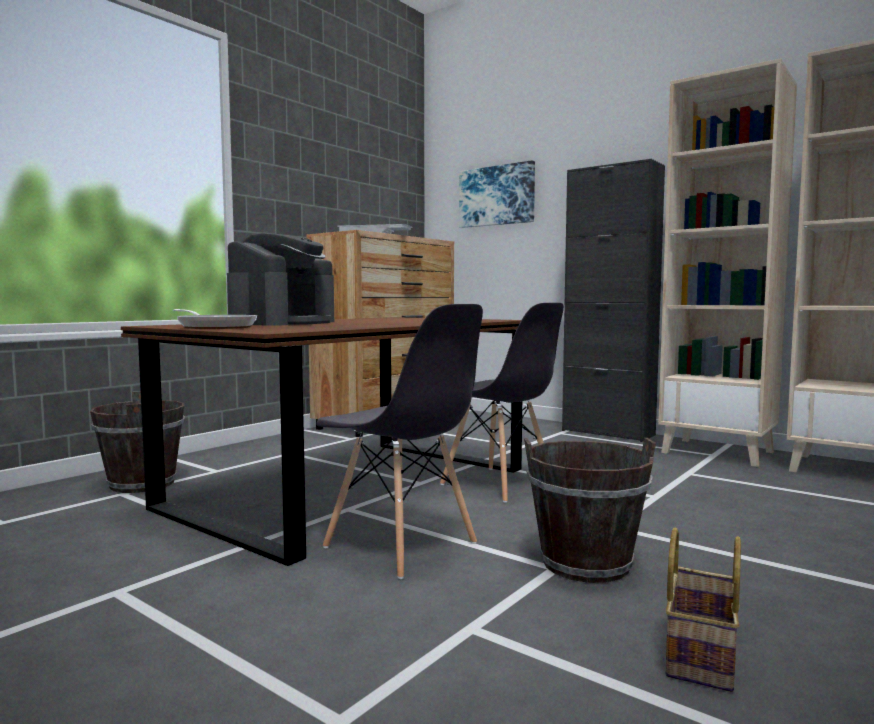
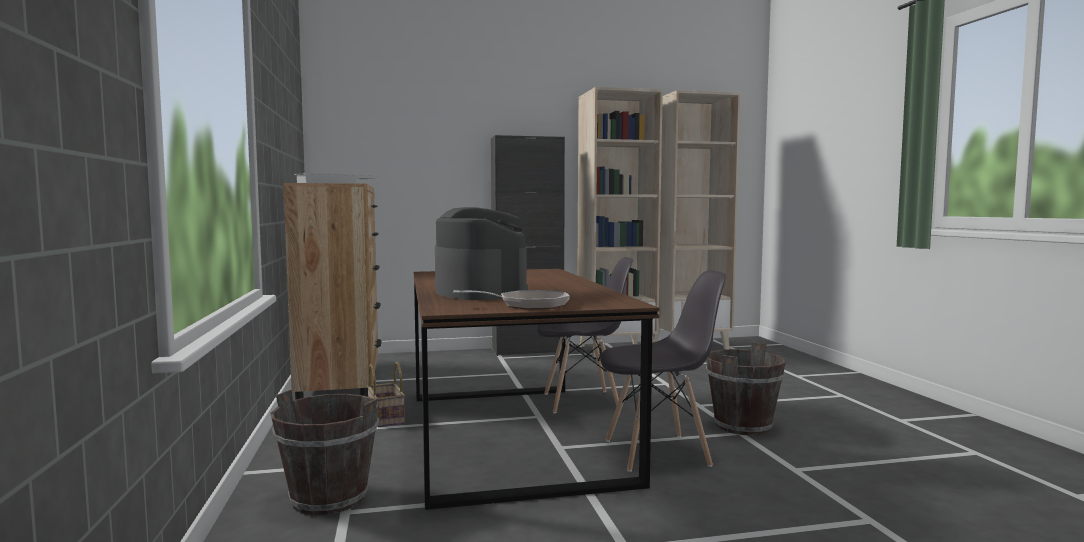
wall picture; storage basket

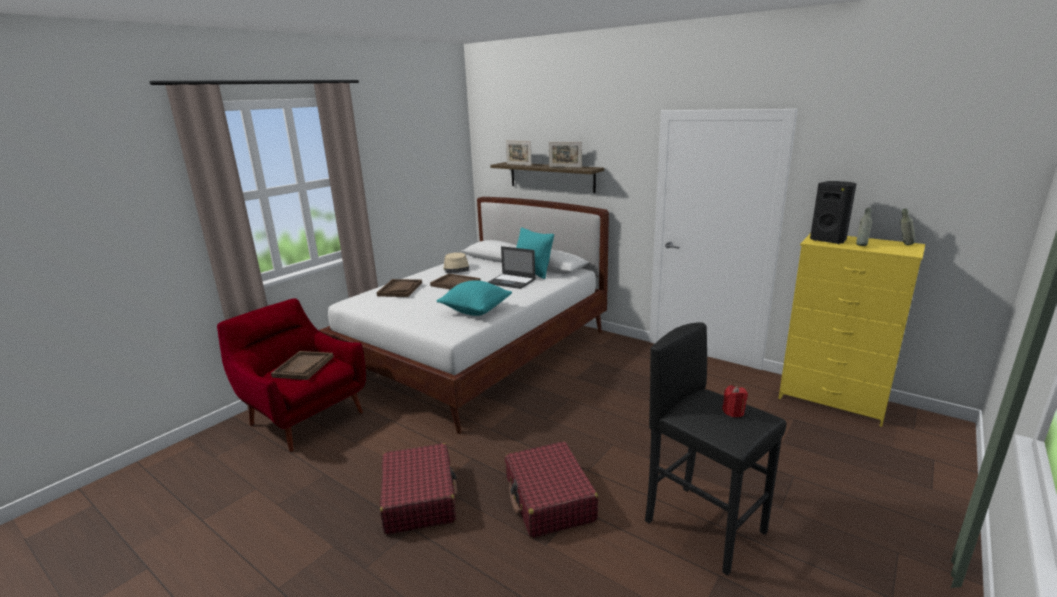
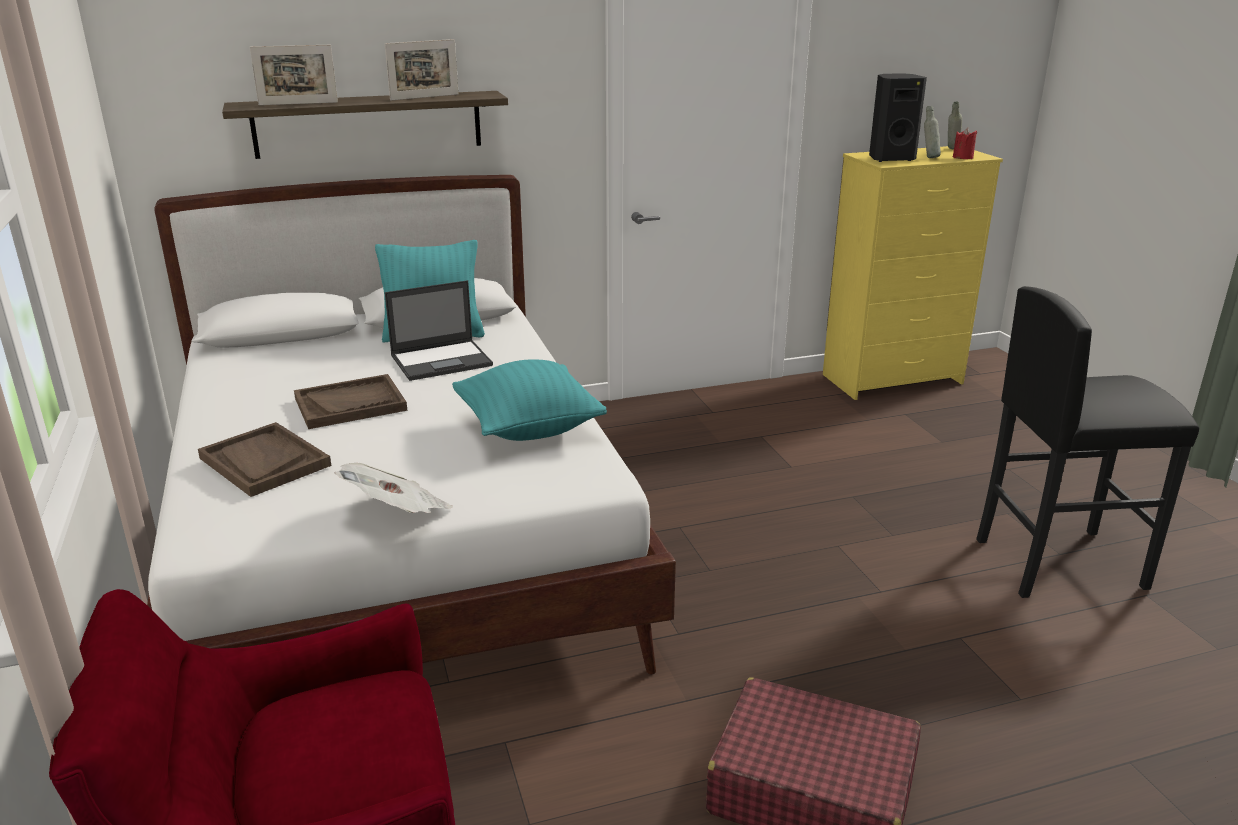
brown-coloured tray (1st from left in the first image); beige-coloured hat; red-coloured travel case (2nd from left in the first image); red-coloured candle; daily paper

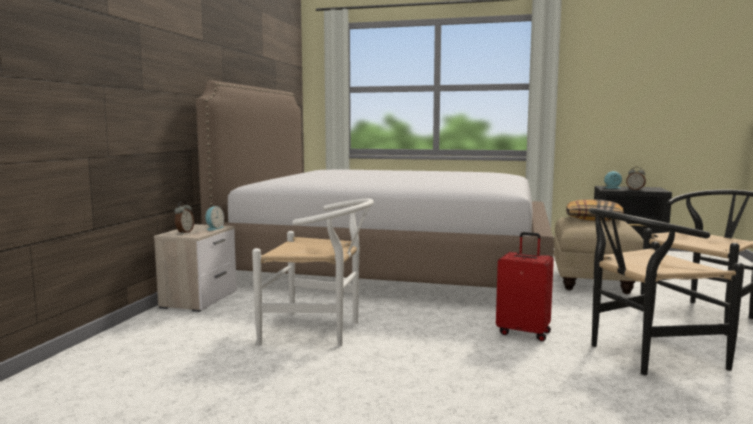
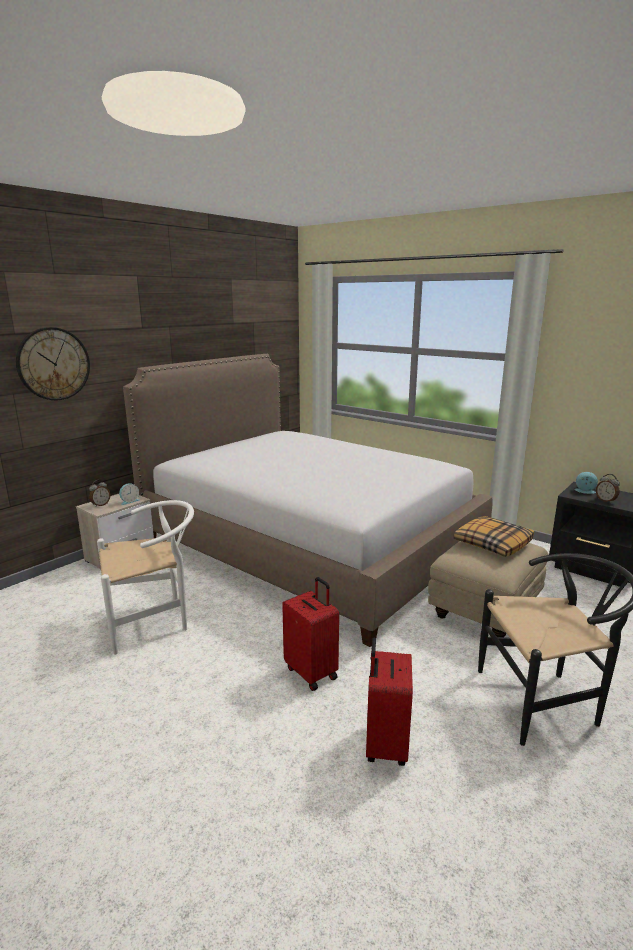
white-coloured upright chair; red-coloured travel case (2nd from left); wall clock

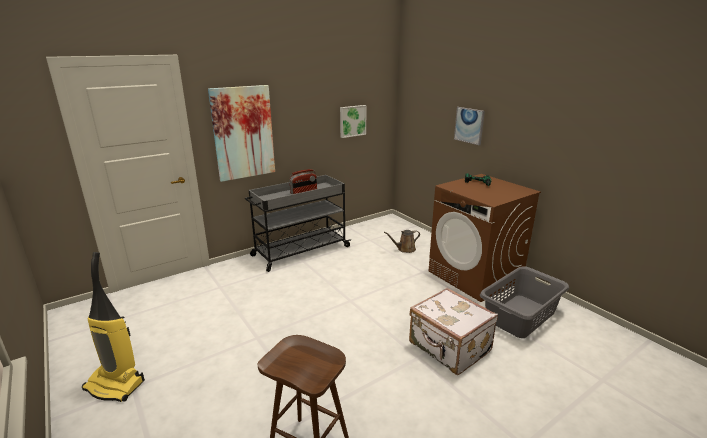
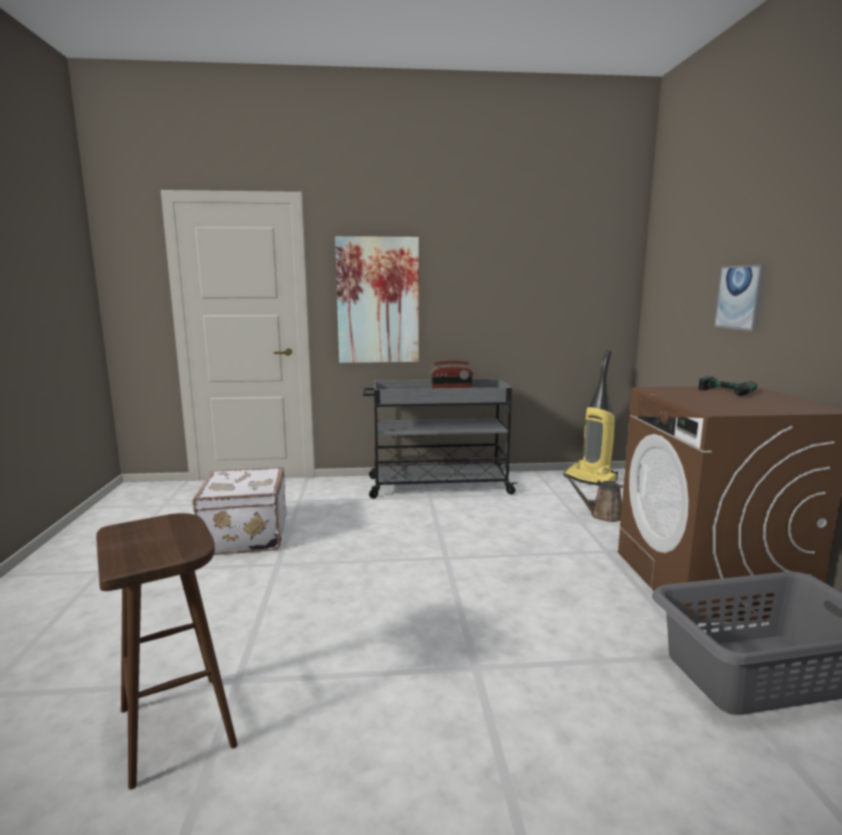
vacuum cleaner; wall picture (2nd from left in the first image); white-coloured travel case

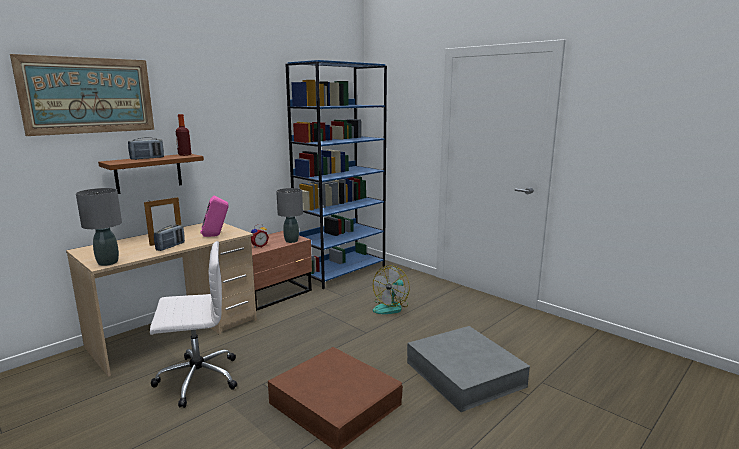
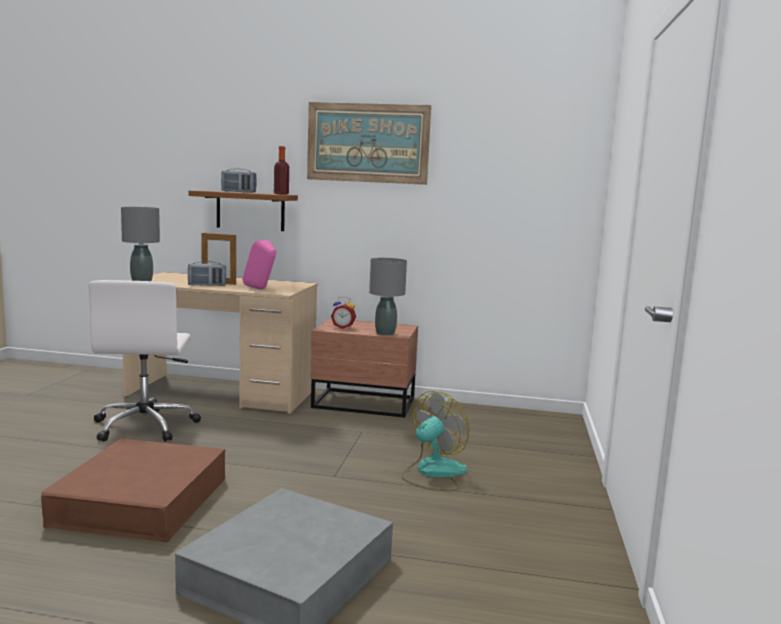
wall picture; white-coloured computer chair; bluish bookcase; cooling fan

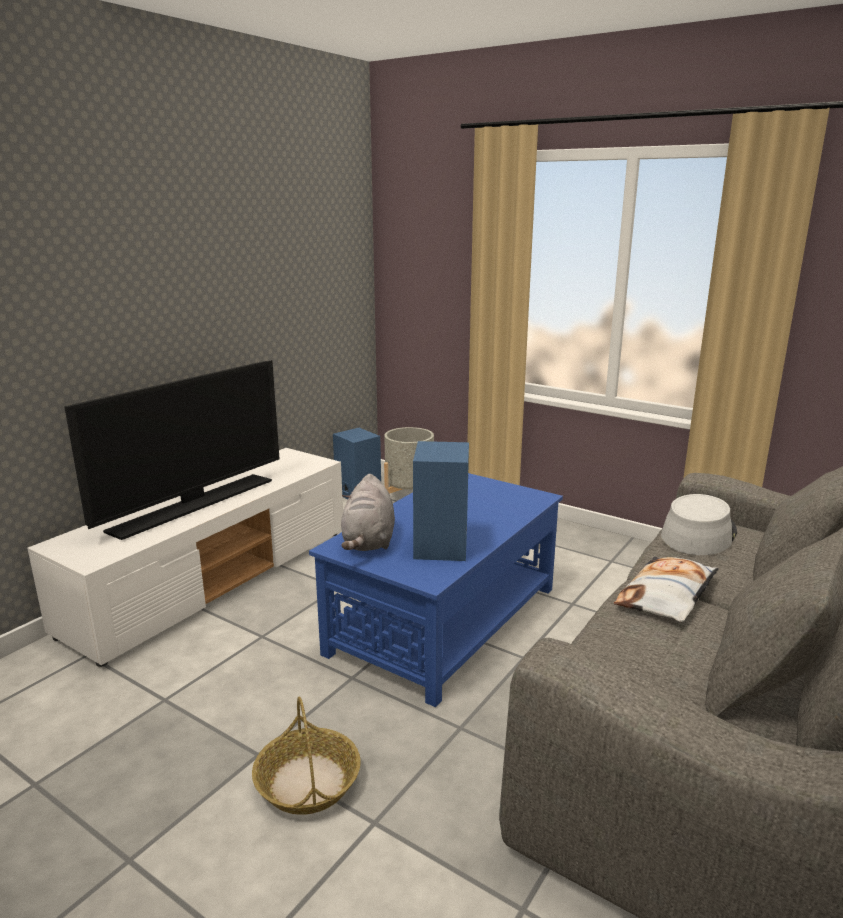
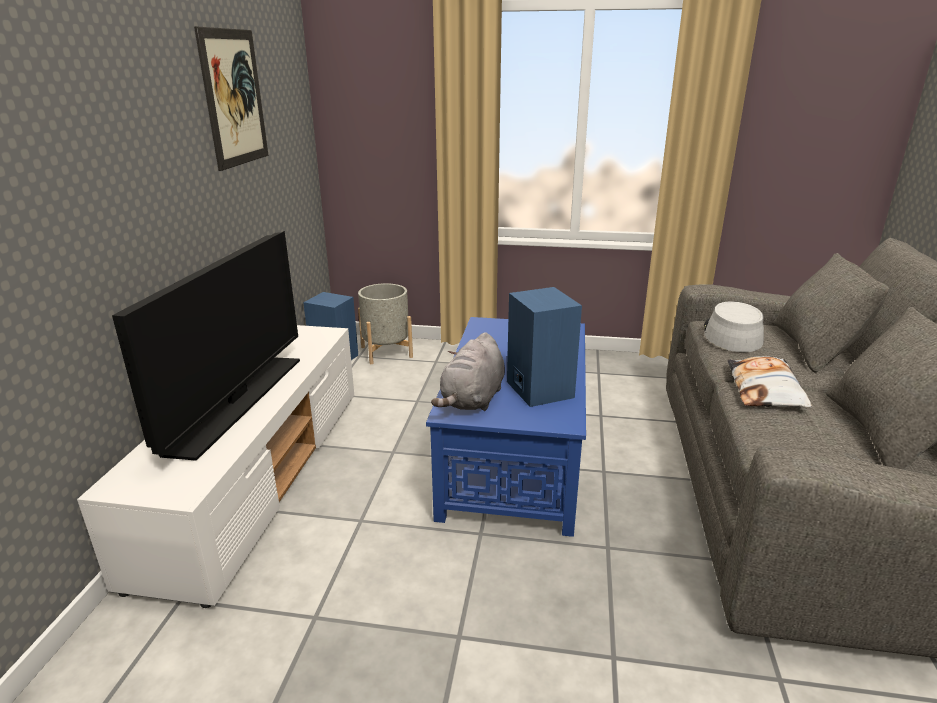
storage basket; greyish plush toy; wall picture

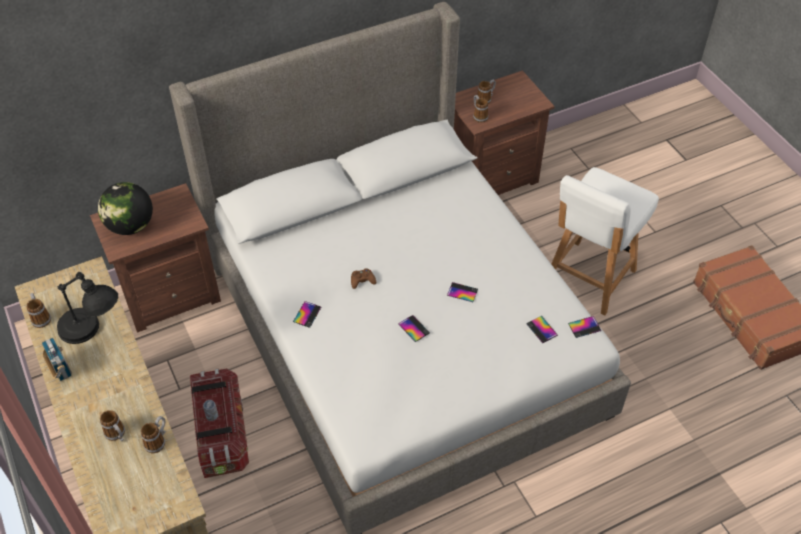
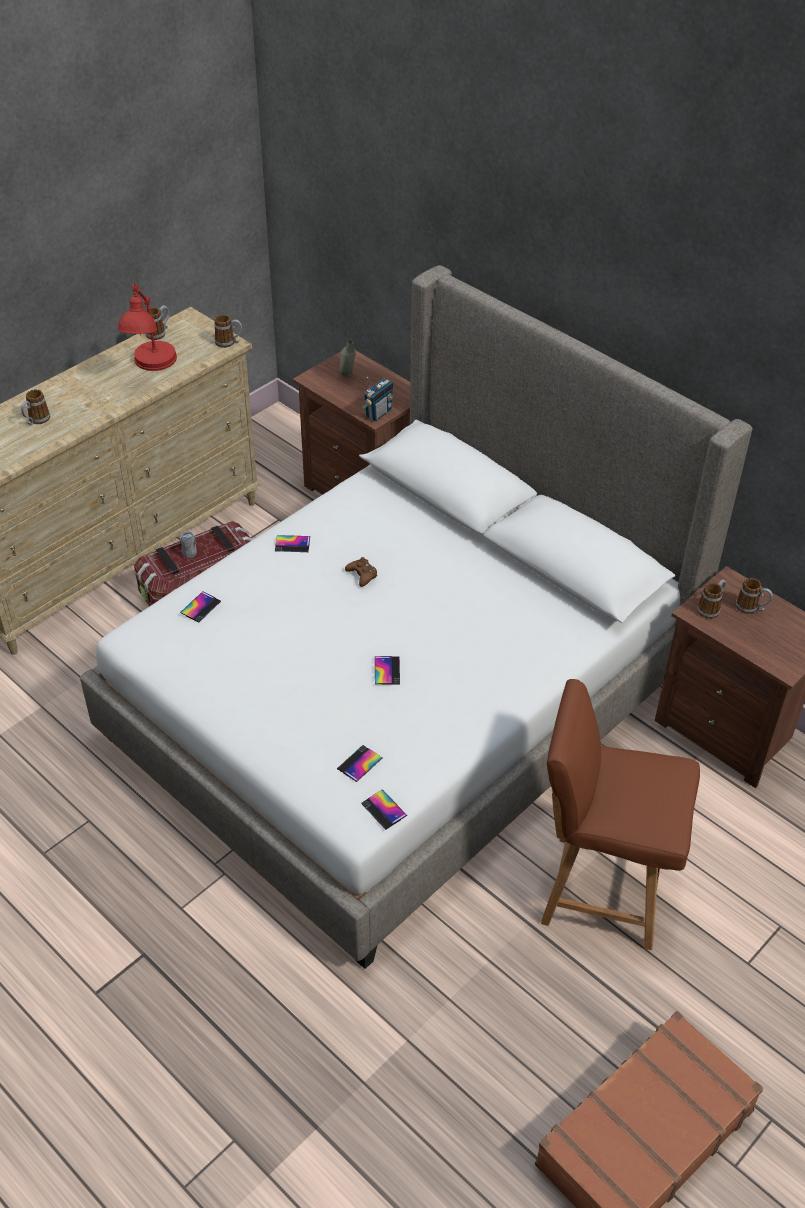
radio set; red-coloured lamp for a table; greyish beverage bottle; coffee mug (3rd from left); phone (1st from left); brown-coloured upright chair

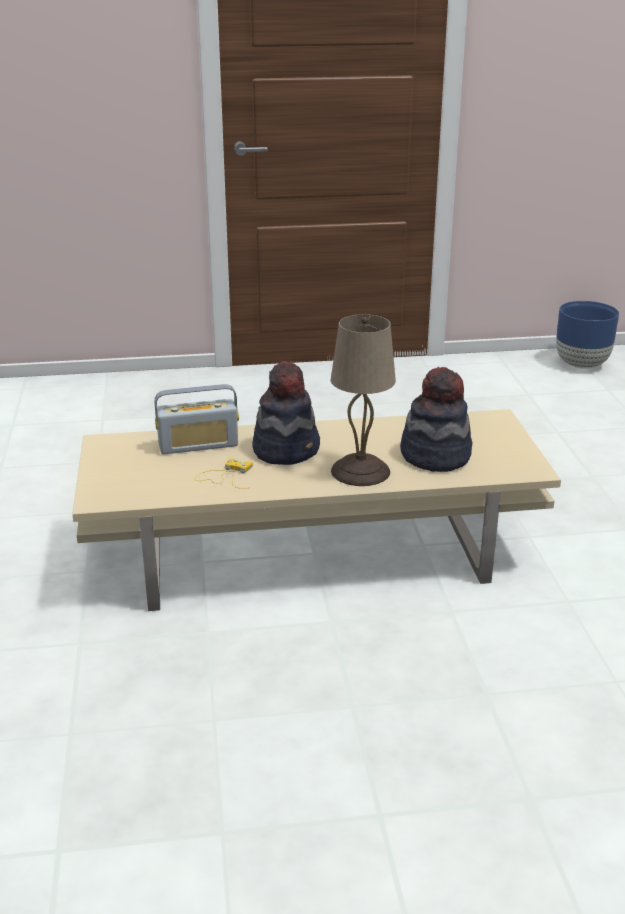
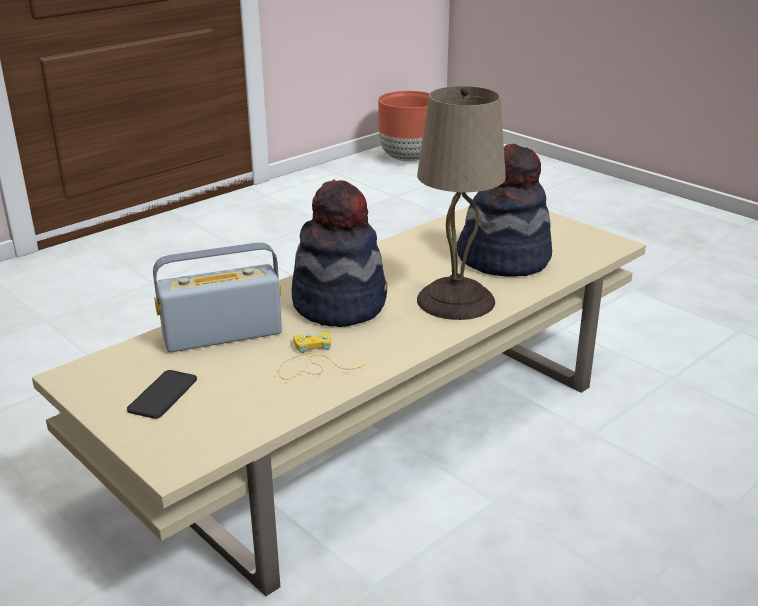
radio set; brown-coloured flower pot; phone

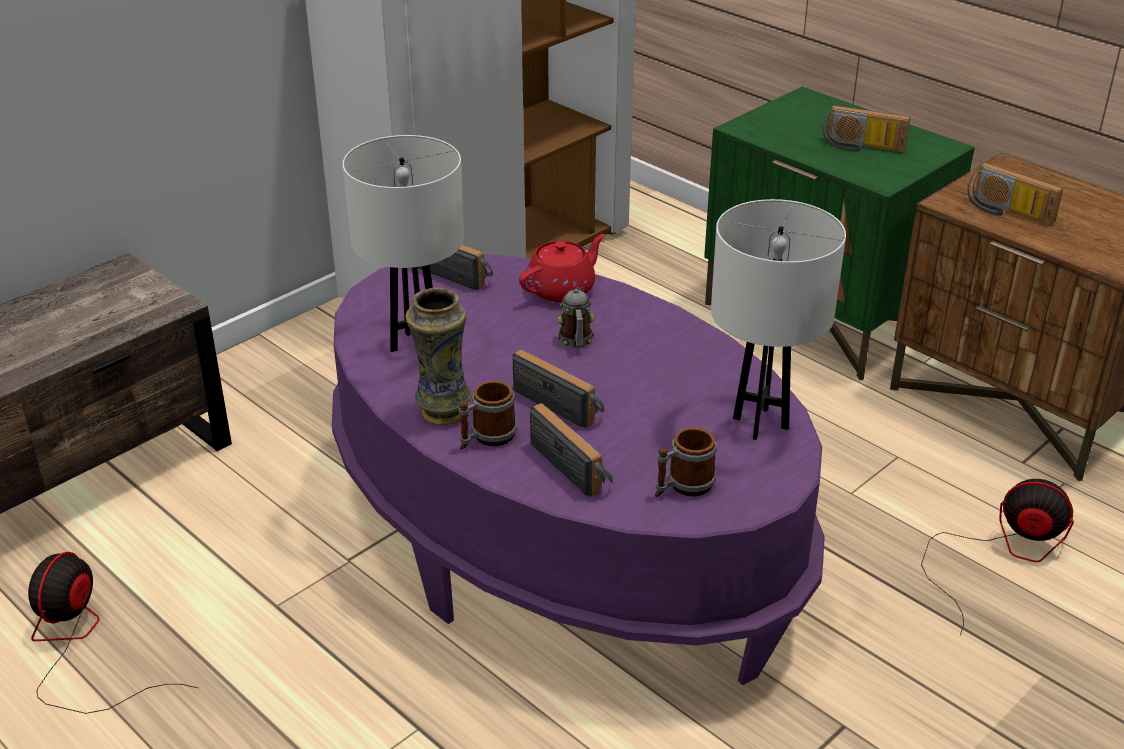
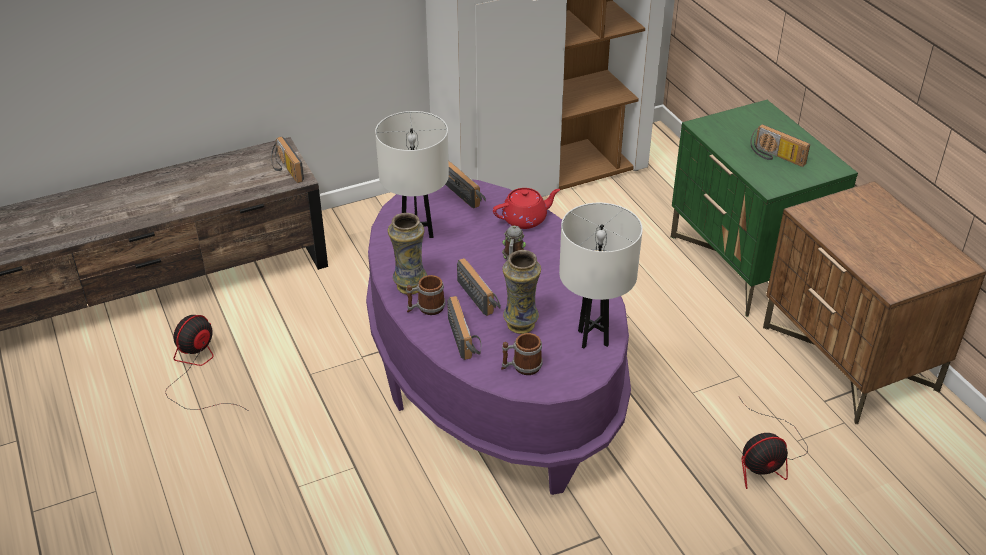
cooling fan (2nd from left); radio set (1st from left); decorative vase (2nd from left)

